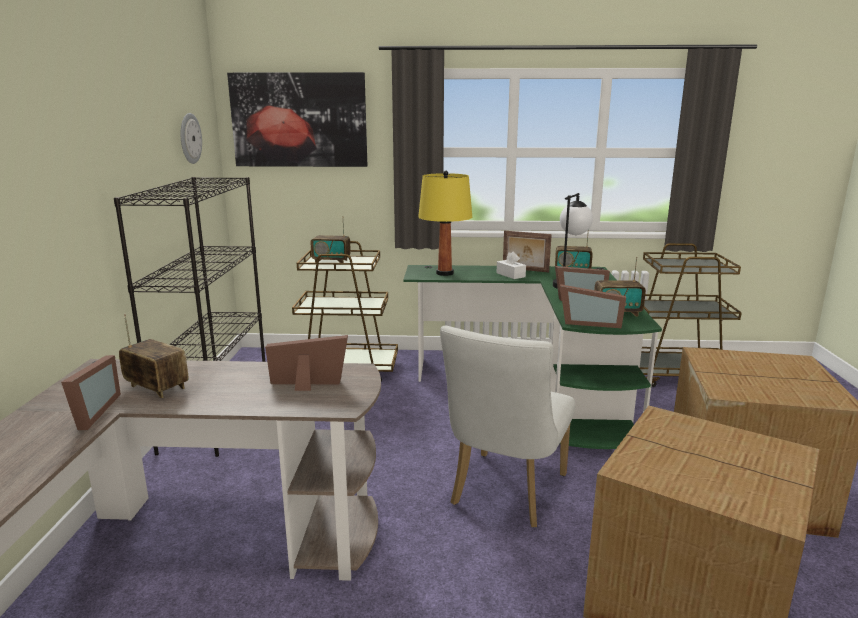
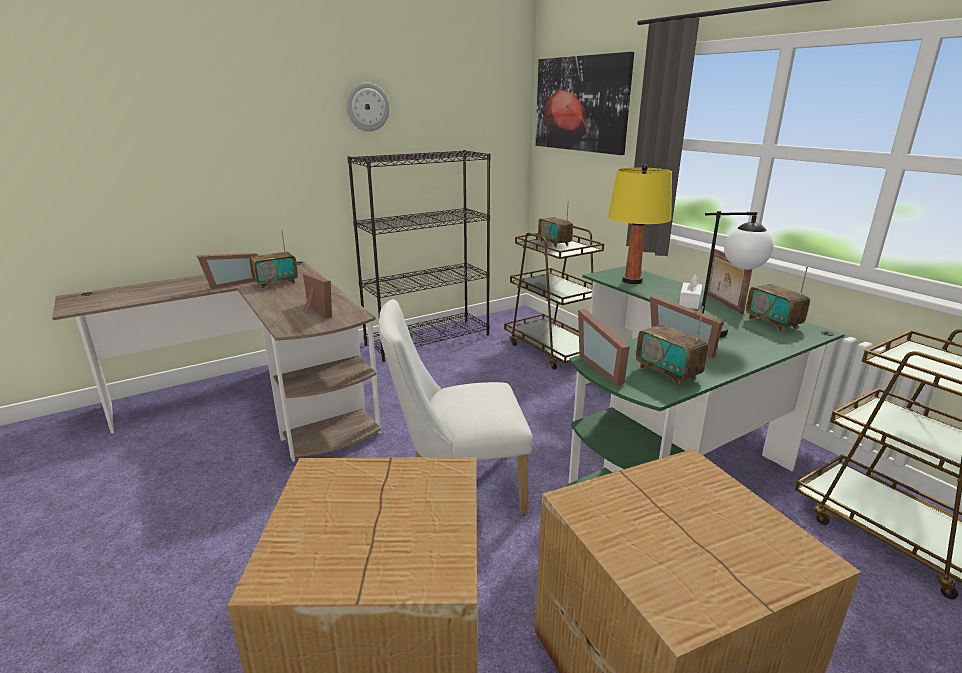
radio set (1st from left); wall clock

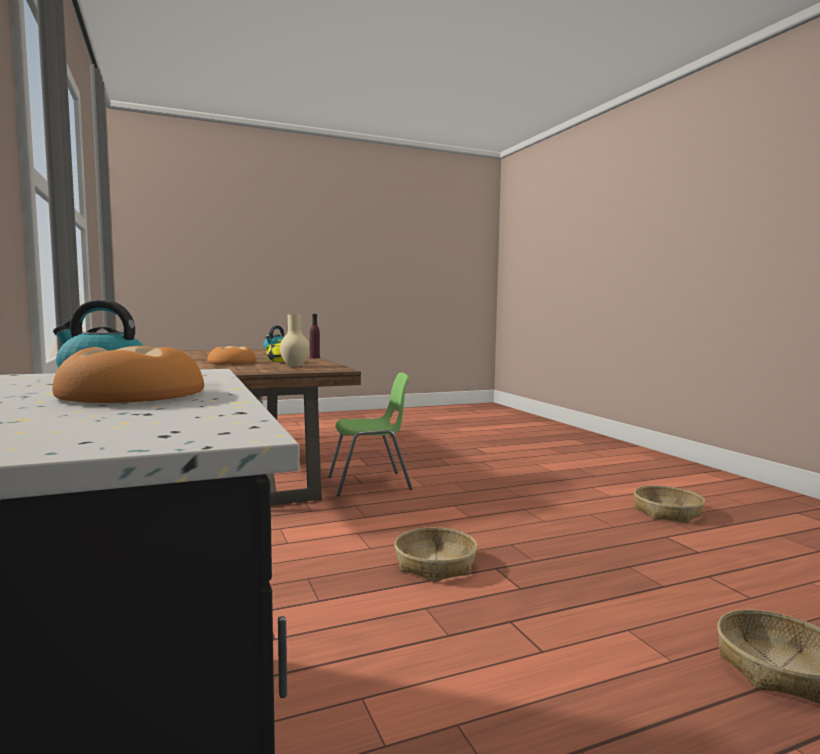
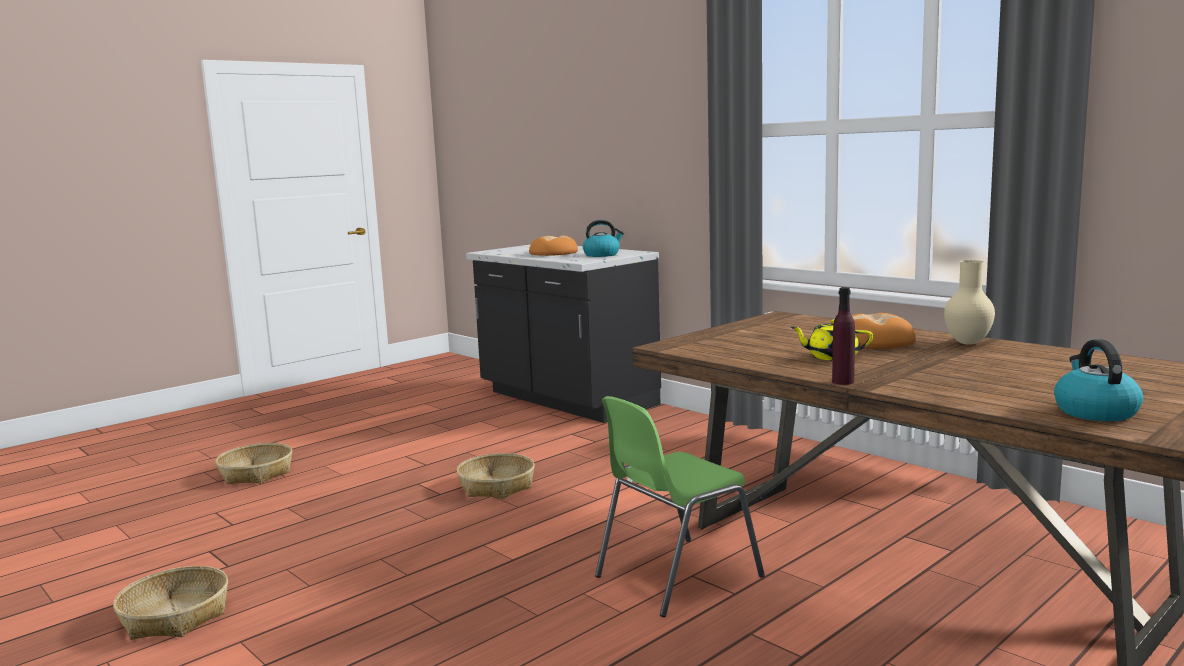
beige-coloured decorative vase

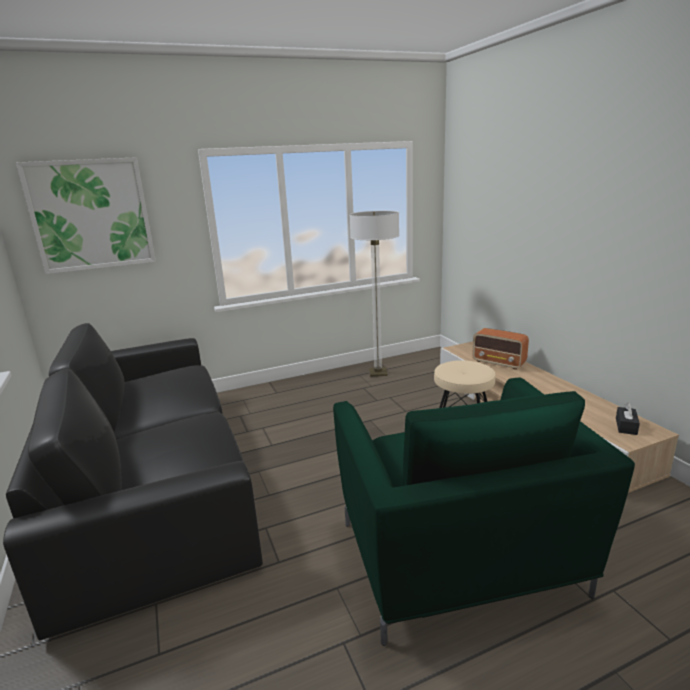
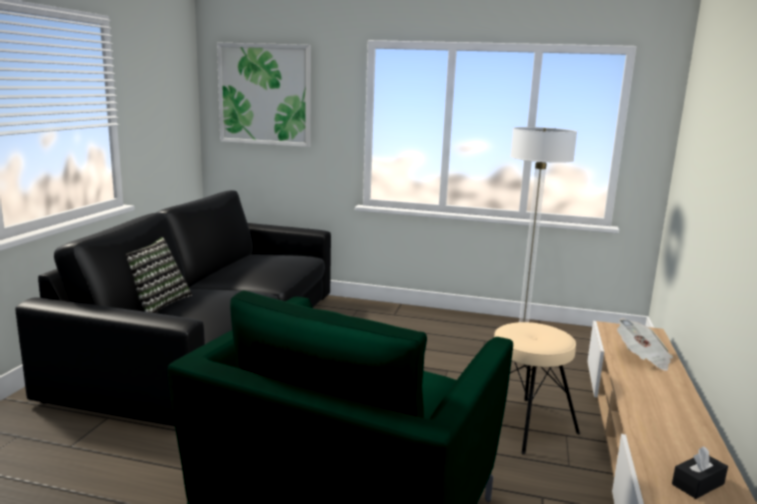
daily paper; cushion

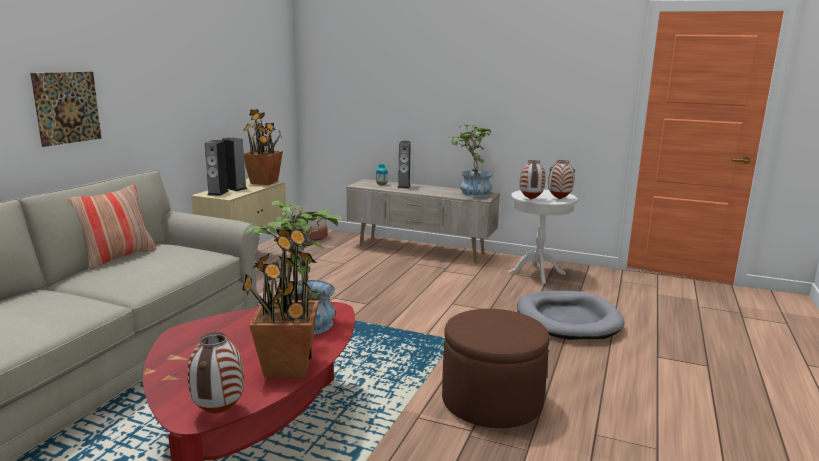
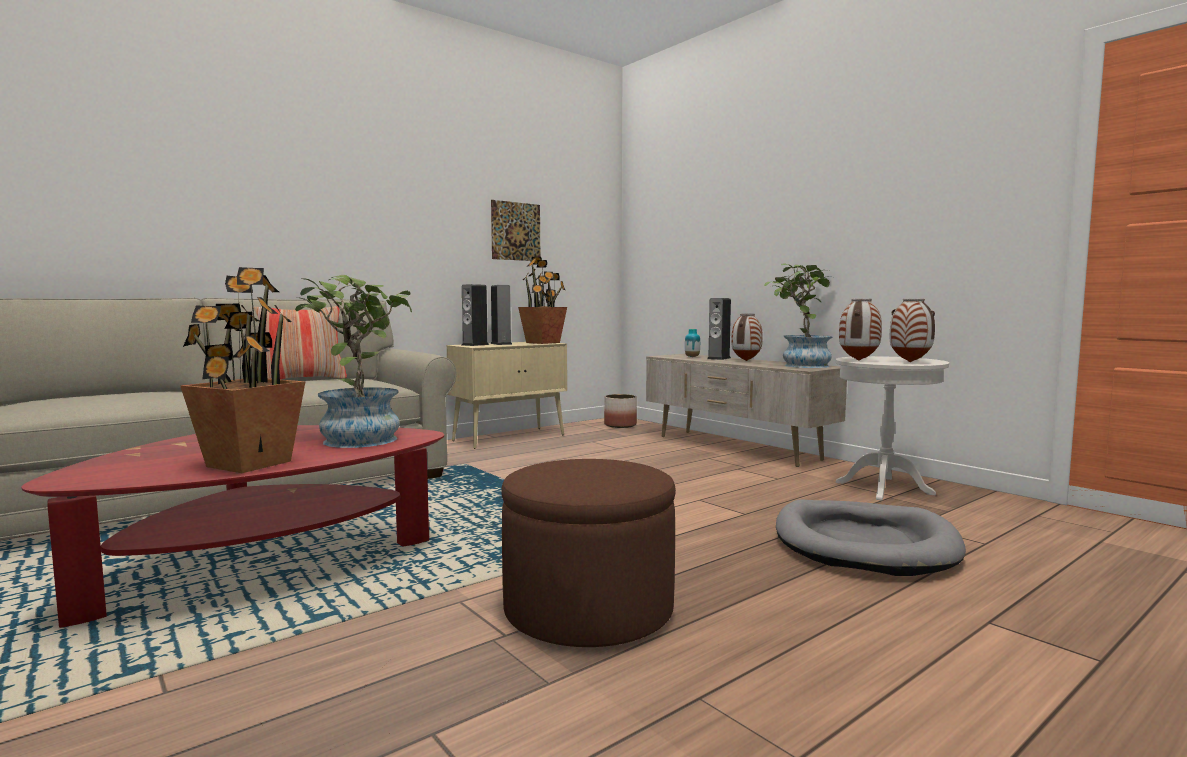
wall picture; decorative vase (2nd from left)

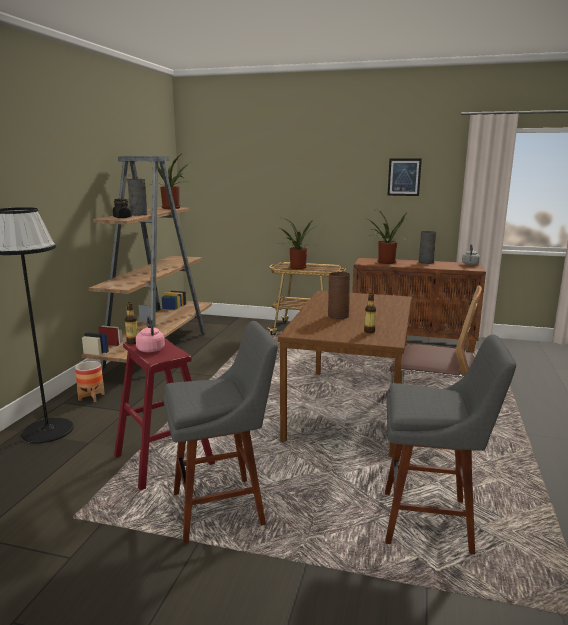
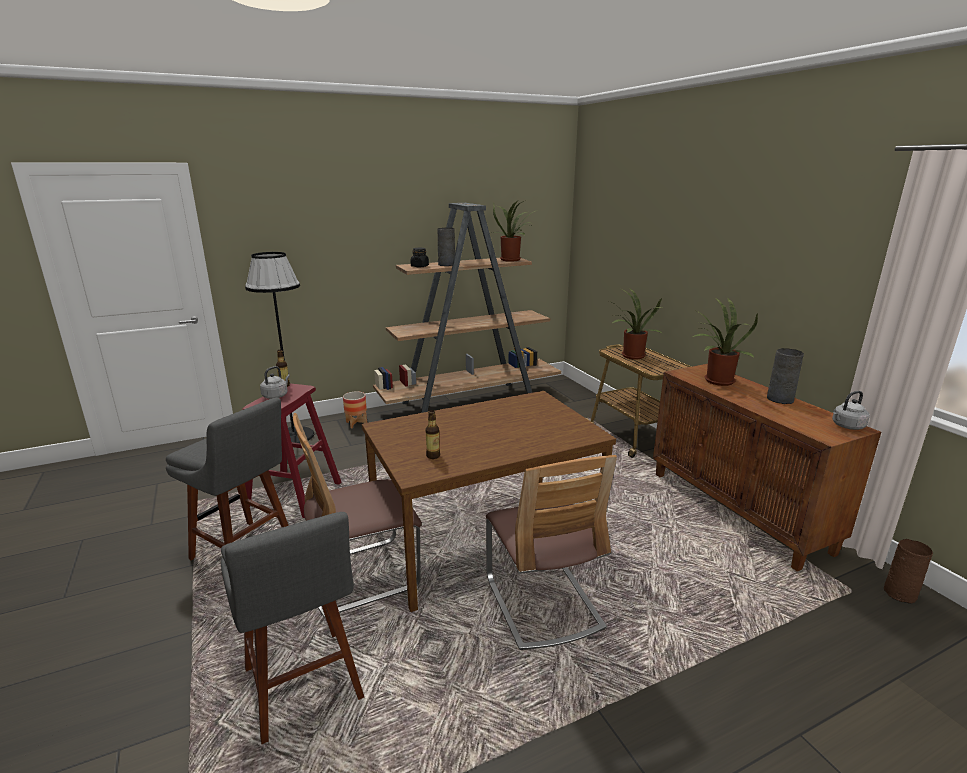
greyish tea kettle (1st from left); brown-coloured decorative vase; wall picture; upright chair (1st from left)

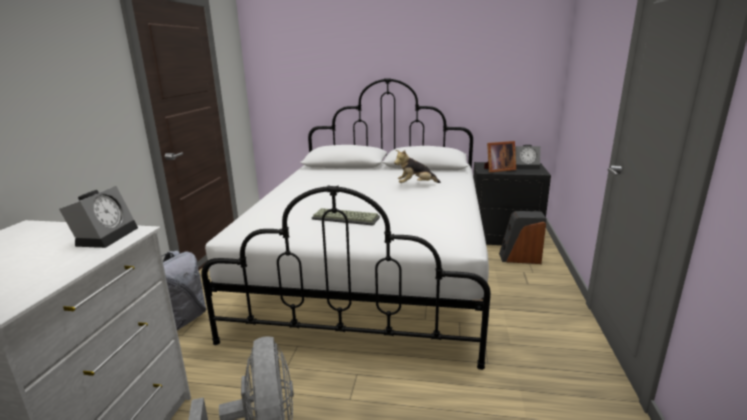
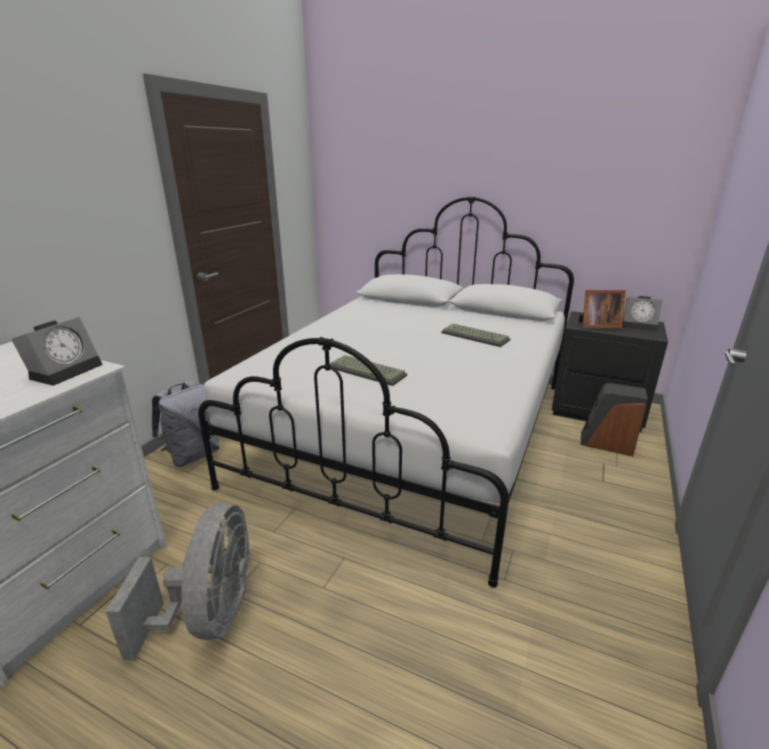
PC keyboard (2nd from left)

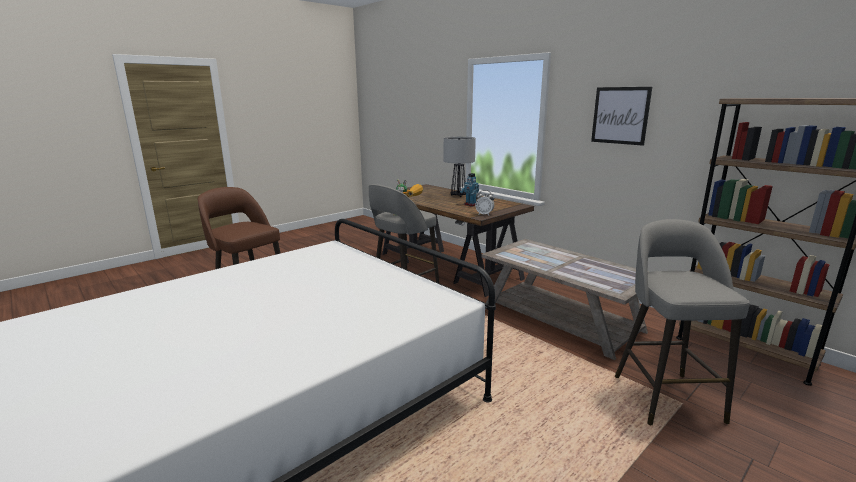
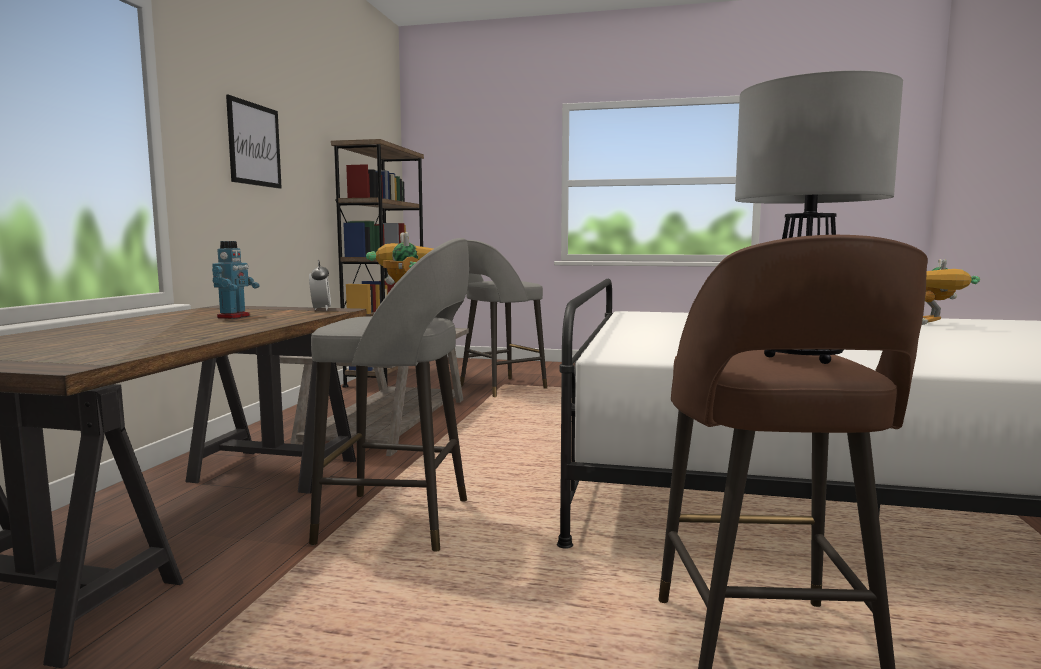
lamp for a table; robot figure (3rd from left)

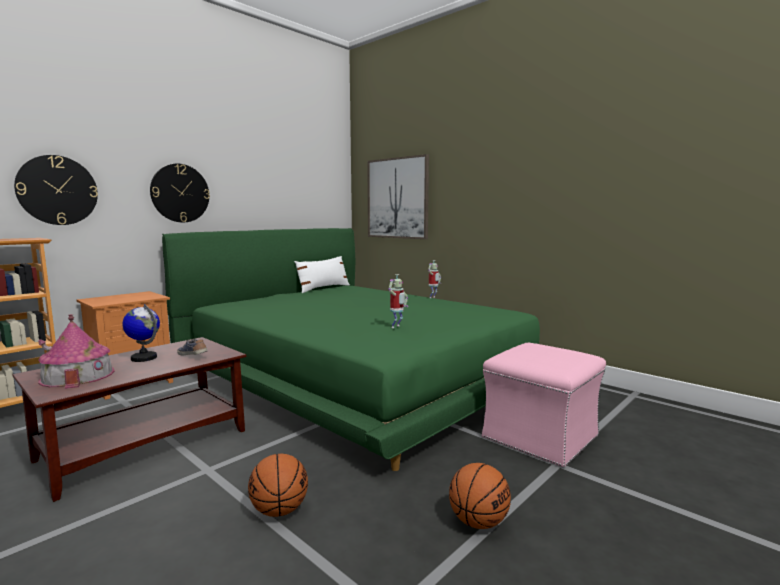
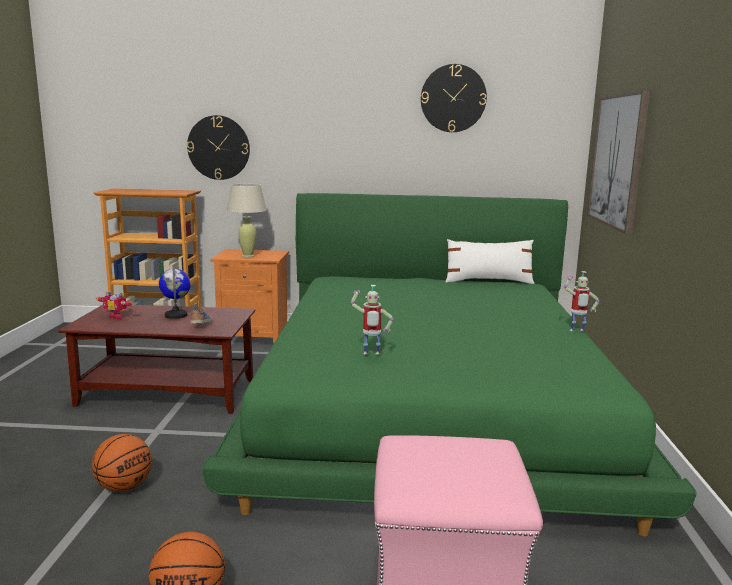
robot figure (1st from left); wall clock (2nd from left); beige-coloured lamp for a table

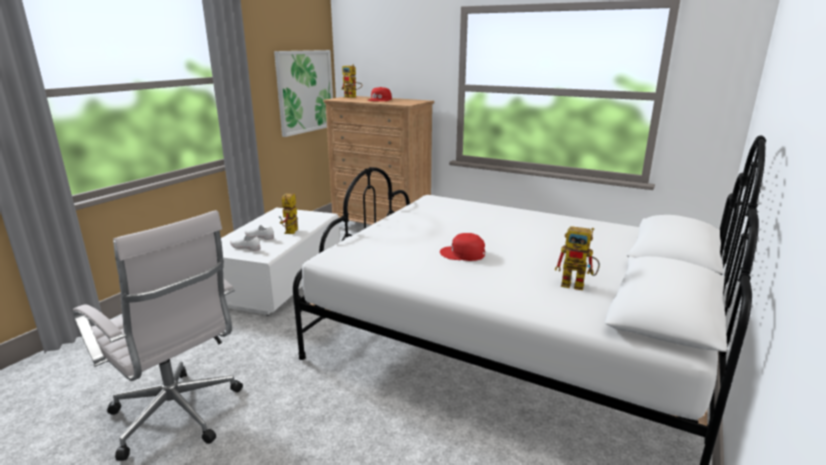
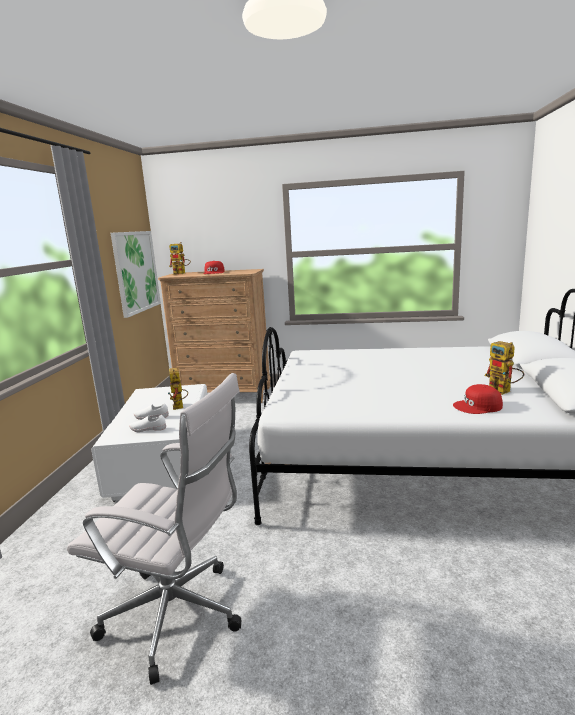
red-coloured peaked cap (2nd from left); robot figure (3rd from left)

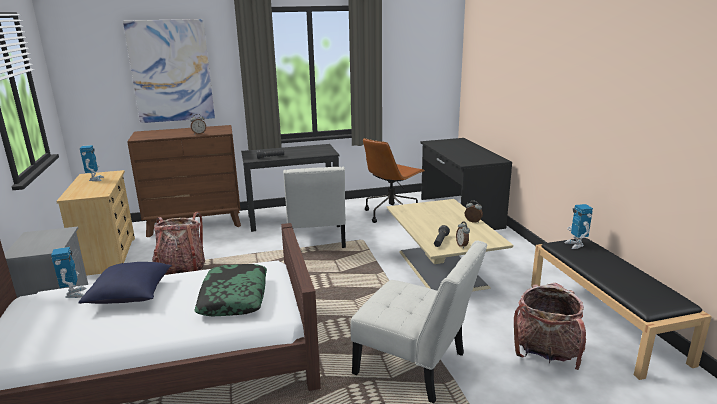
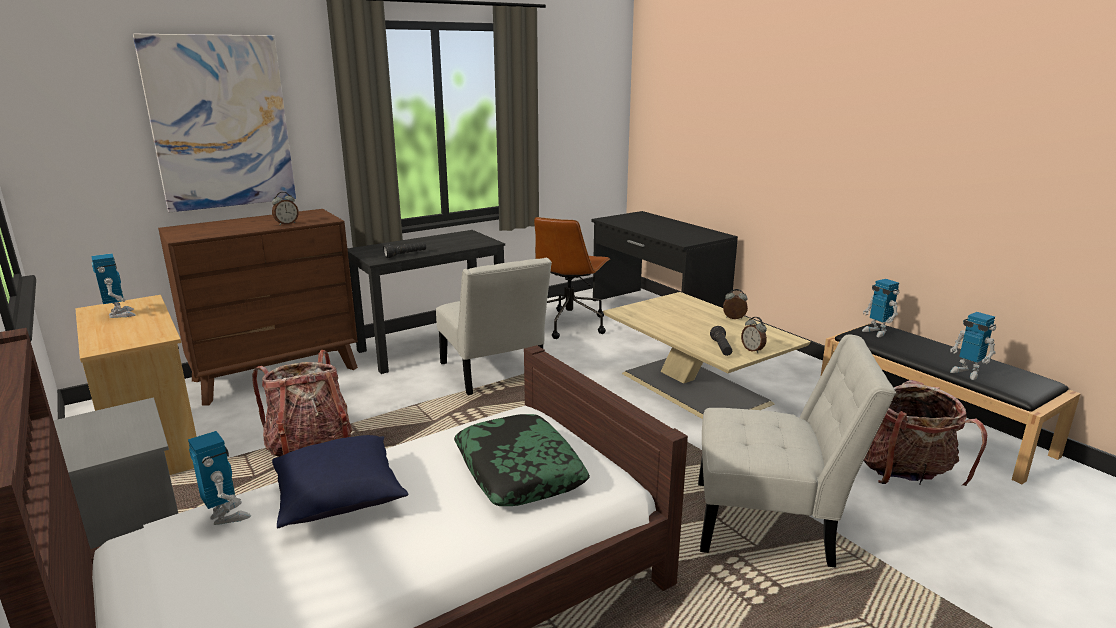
robot figure (4th from left)

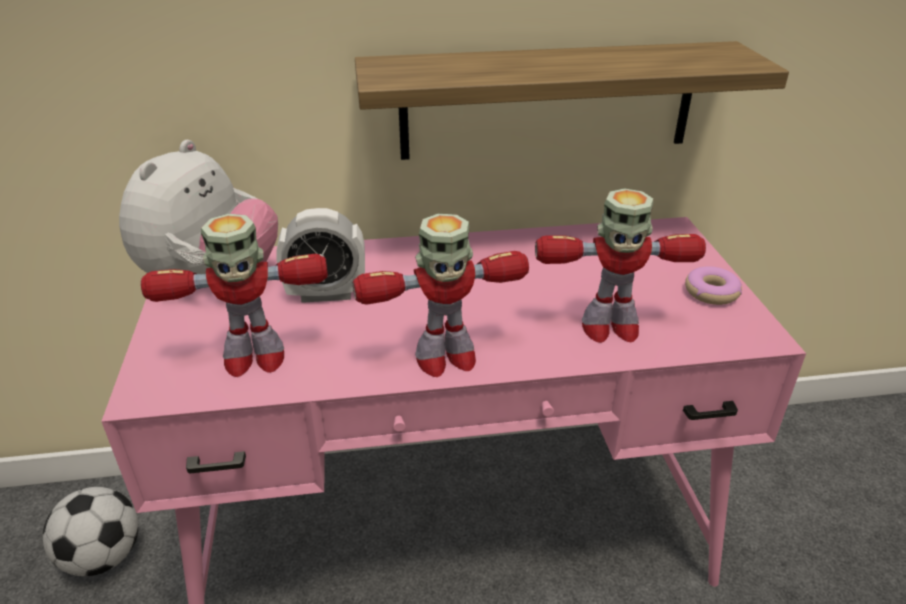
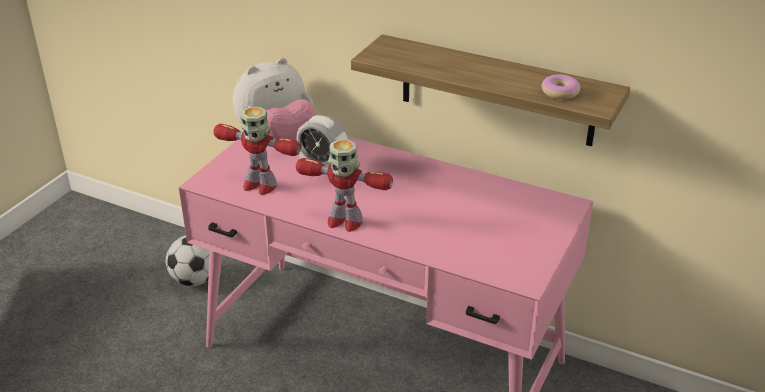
robot figure (3rd from left in the first image); doughnut

